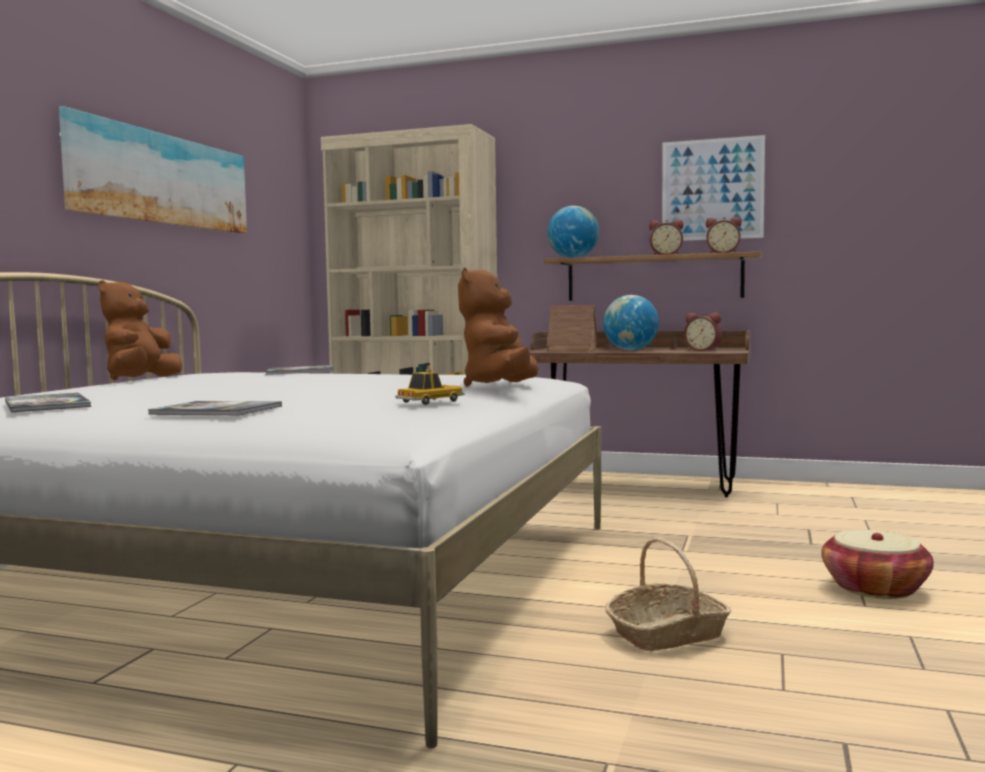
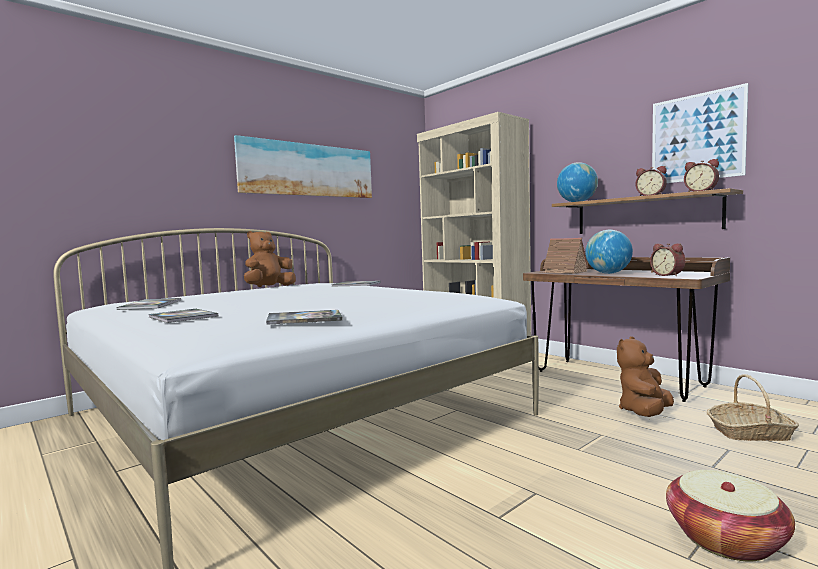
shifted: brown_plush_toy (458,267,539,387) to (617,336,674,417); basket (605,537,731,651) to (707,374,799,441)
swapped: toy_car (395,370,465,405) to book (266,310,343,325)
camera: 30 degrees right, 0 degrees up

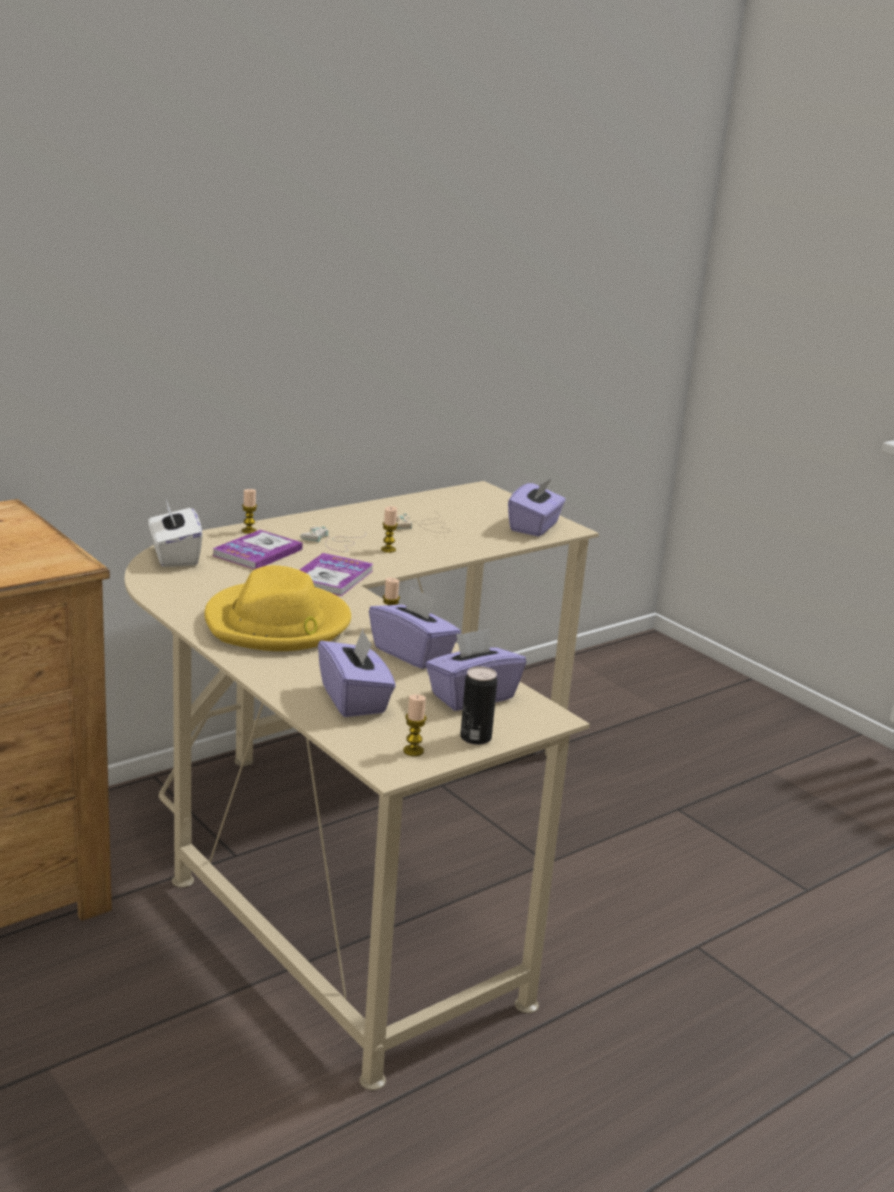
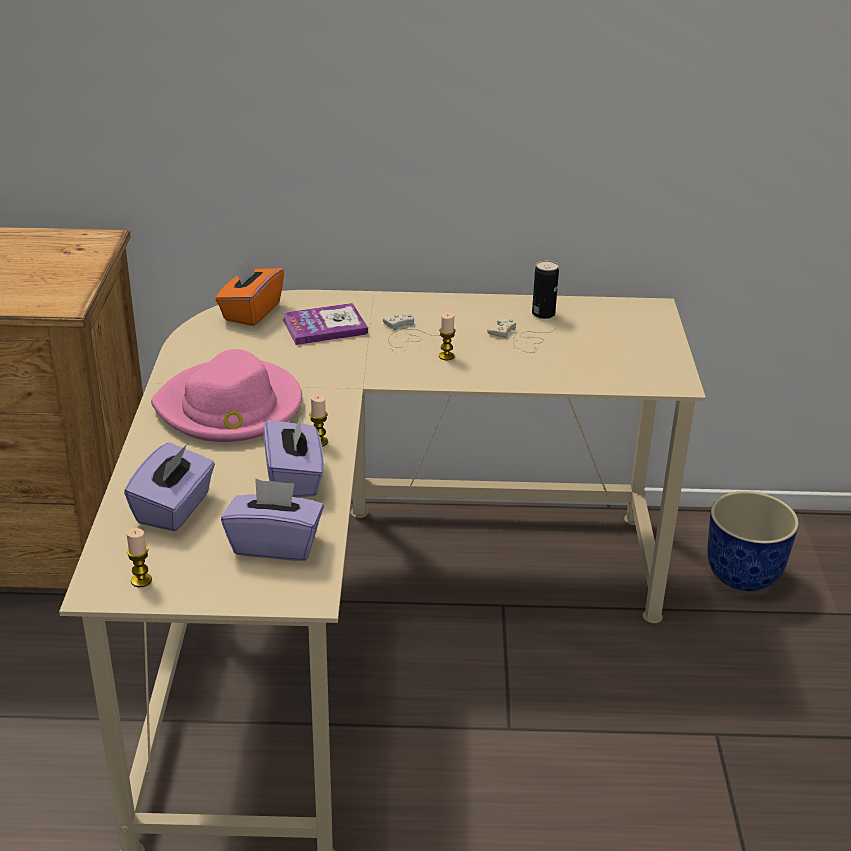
gone: candle (242,489,257,534); book (300,553,373,596); purple_tissue_box (508,478,566,537)
new: planter (707,491,799,591)
shifted: can (460,666,497,745) to (532,261,559,319)
repainted: white_tissue_box (148,499,203,567) to orange_tissue_box (215,256,284,326); yellow_hat (204,565,351,651) to pink_hat (151,349,302,442)
camera: 40 degrees right, 10 degrees up

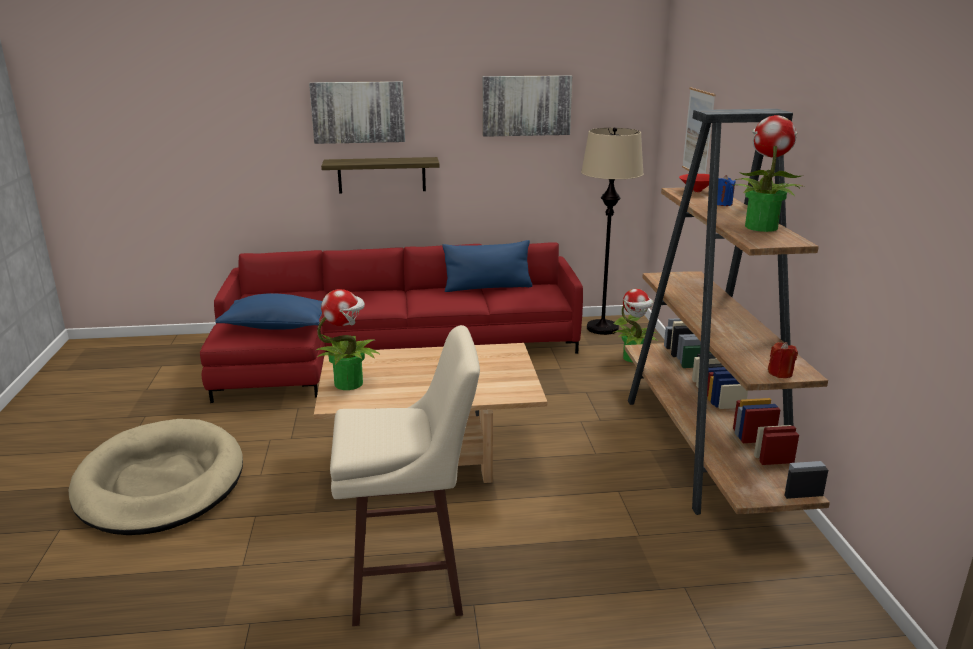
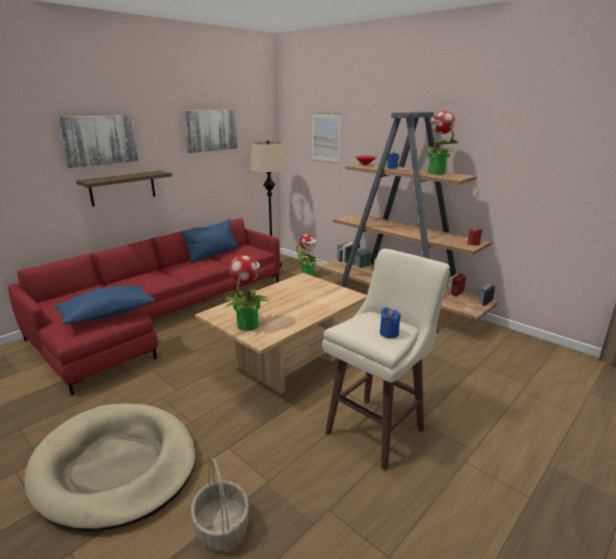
new: basket (191,458,249,551); blue_candle (380,307,401,338)
camera: 40 degrees left, 0 degrees up

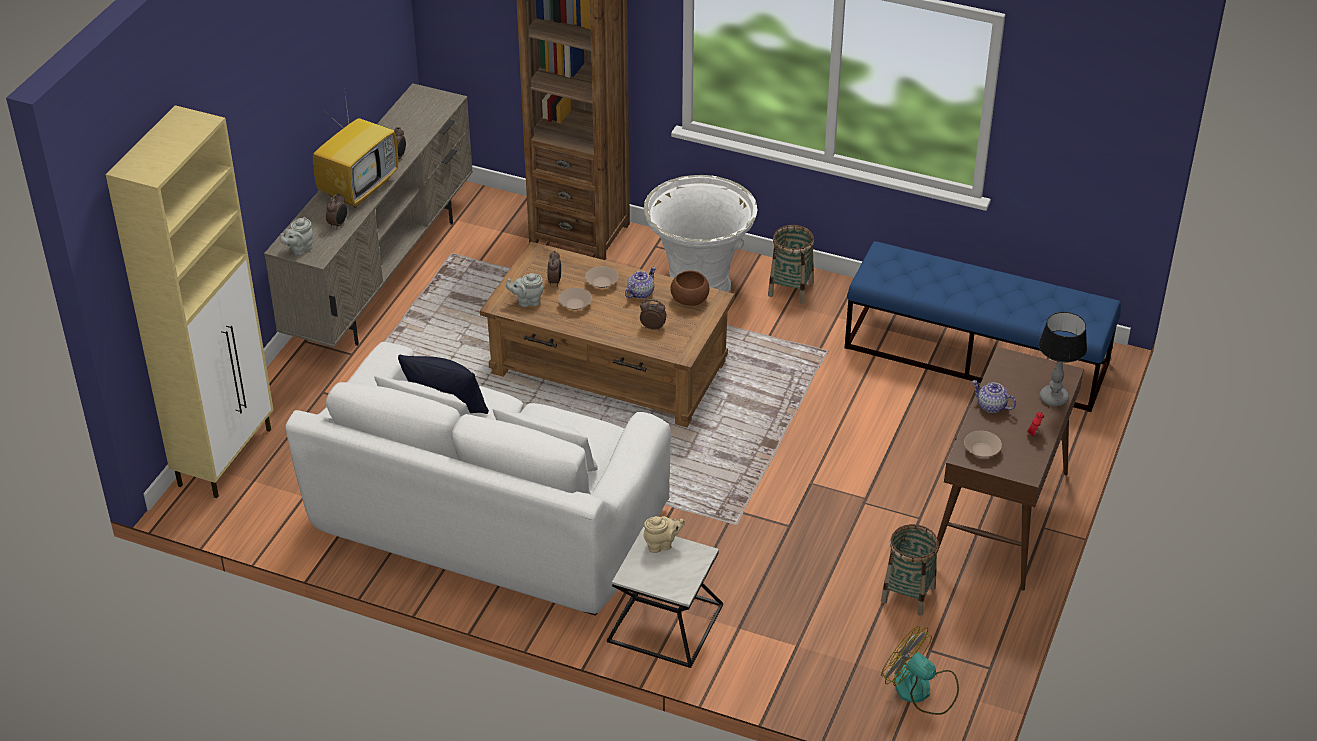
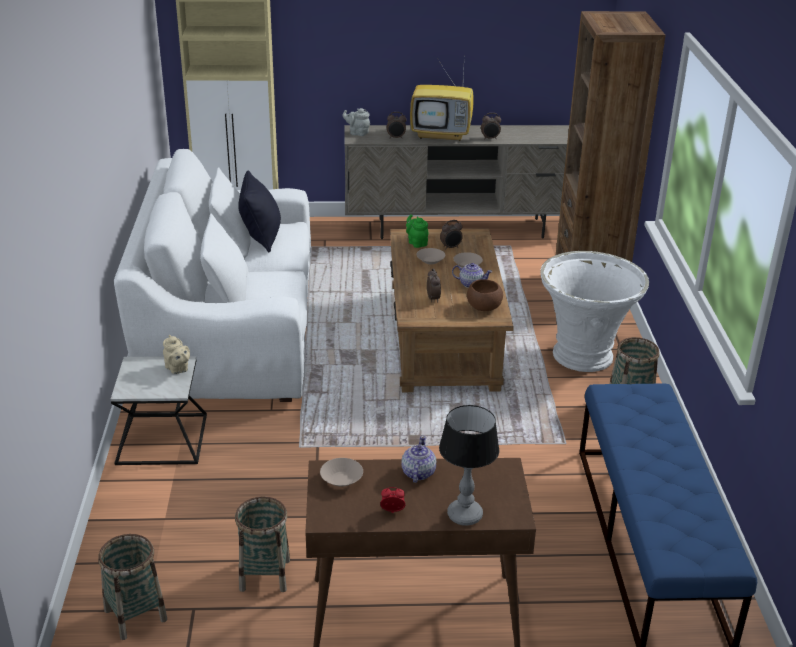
swapped: fan (881,626,959,715) to basket (98,534,167,640)
repainted: grey_teapot (506,273,544,307) to green_teapot (406,214,429,248)
camera: 65 degrees right, 10 degrees down

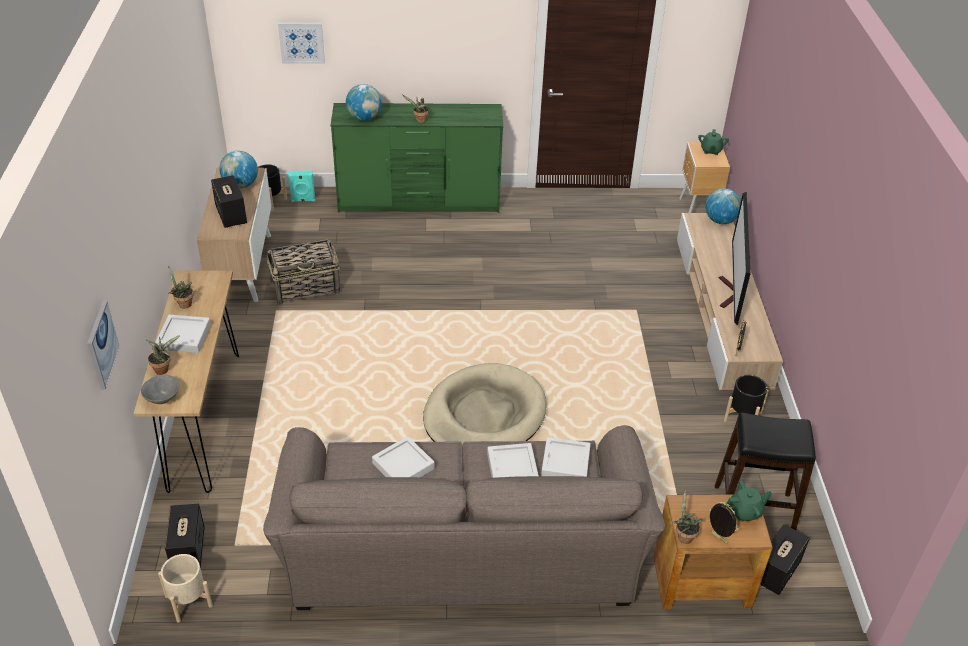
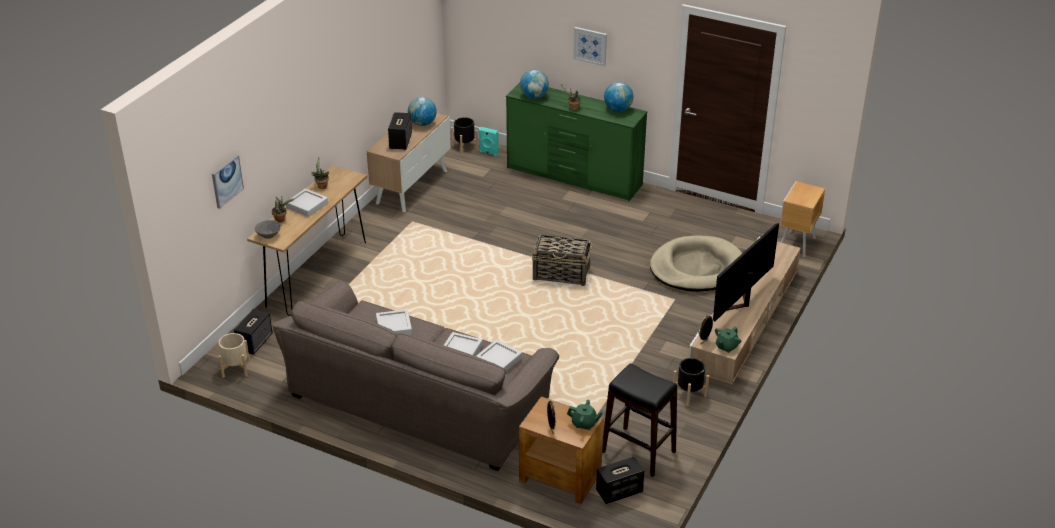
gone: potted_plant (672,489,703,544)
shifted: basket (267,239,341,305) to (532,234,592,286); picture (278,22,325,64) to (573,27,607,66); beige_dog_bed (423,363,546,446) to (650,235,742,292); green_teapot (698,129,729,155) to (715,326,741,353); globe (705,188,741,224) to (604,82,633,112)
camera: 30 degrees right, 5 degrees down

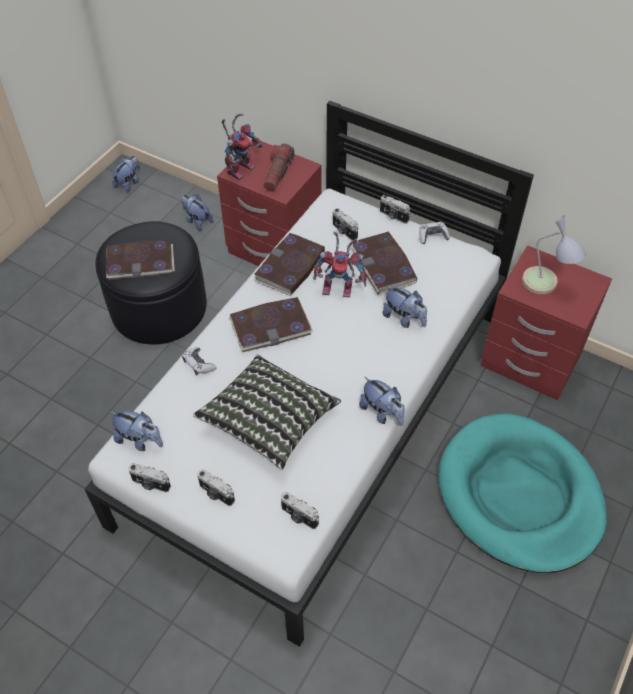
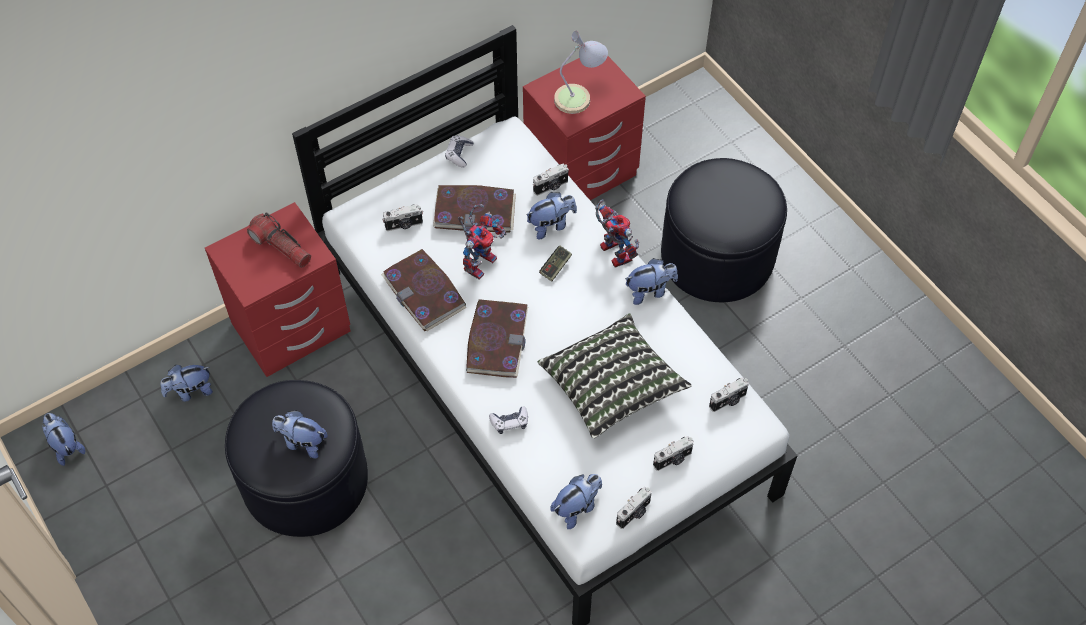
new: game_controller (539,246,572,282)
shifted: toy_robot (222,113,263,180) to (595,199,639,267); photo_camera (380,195,410,224) to (533,163,569,196)
swapped: book (106,240,175,280) to plush_toy (272,410,328,458); turquoise_dog_bed (438,413,607,573) to black_ottoman (661,158,787,302)
camera: 65 degrees left, 5 degrees up

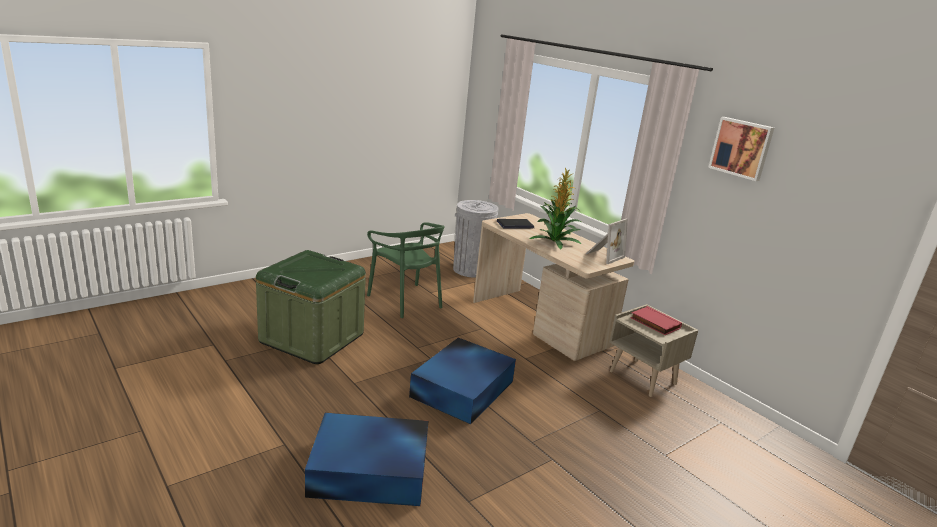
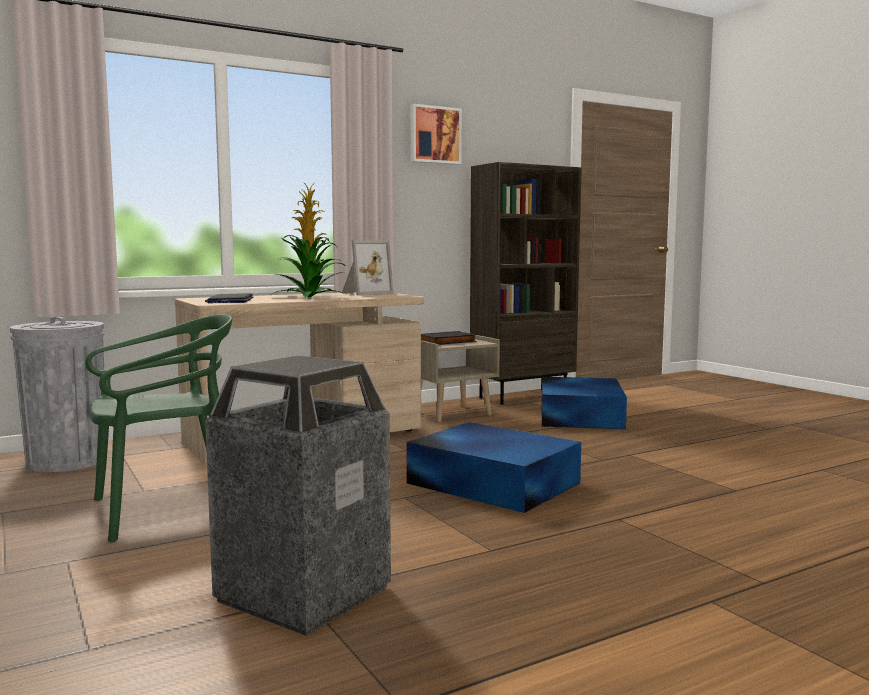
new: brown_bookcase (470,162,582,405)
shifted: blue_storage_box (305,413,428,506) to (542,377,627,429)
swapped: green_storage_box (256,250,366,364) to trash_can (205,355,391,636)
repainted: red_book (631,306,682,335) to black_book (421,331,477,345)
rotated: picture_frame (586,219,628,264) = (342,240,394,295) 90 degrees clockwise
camera: 80 degrees left, 15 degrees down

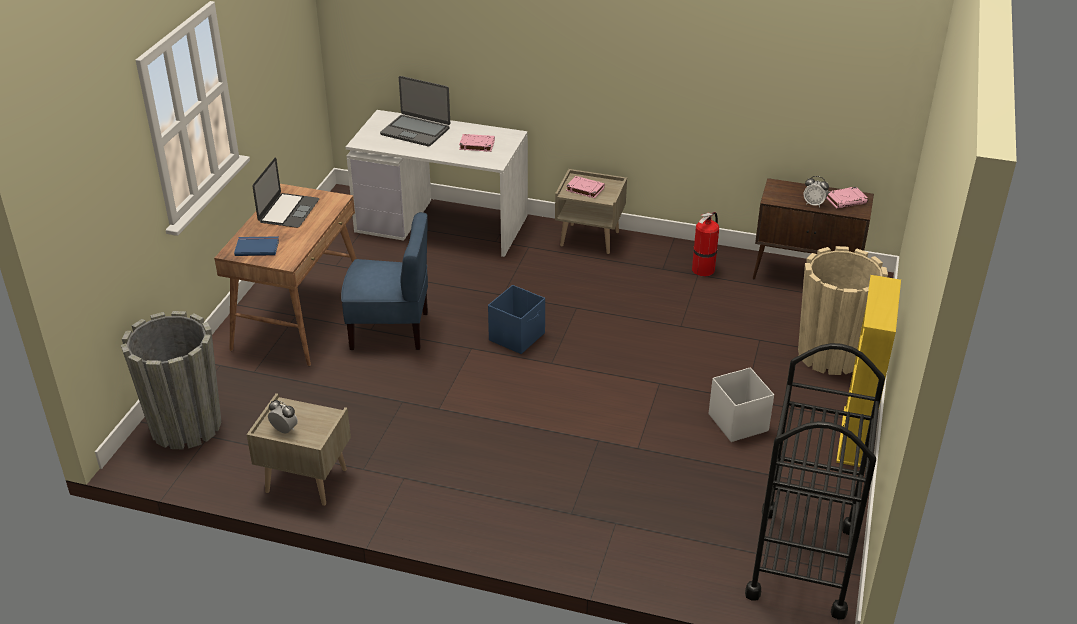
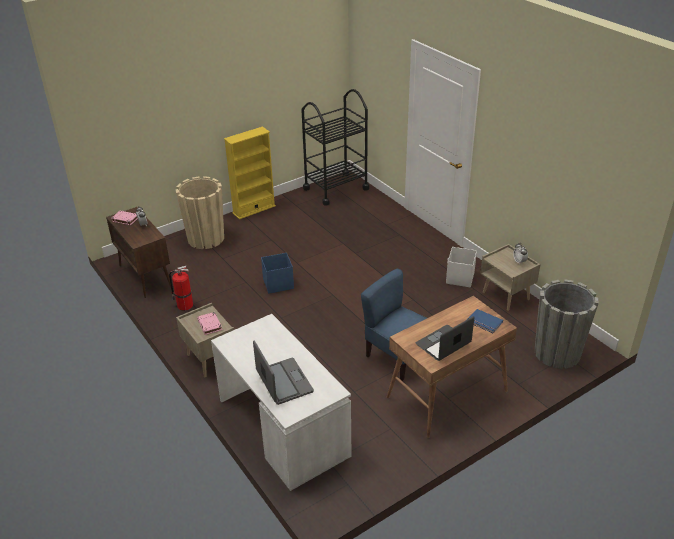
gone: pink_book (459,134,495,152)
shifted: blue_storage_box (488,285,545,354) to (261,253,294,294); white_storage_box (709,368,774,442) to (446,247,477,287)
camera: 140 degrees left, 0 degrees up

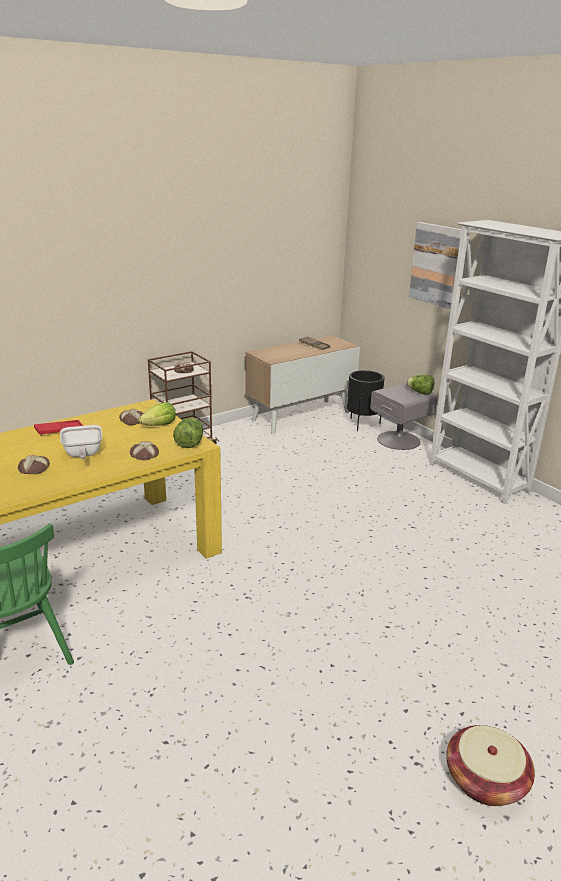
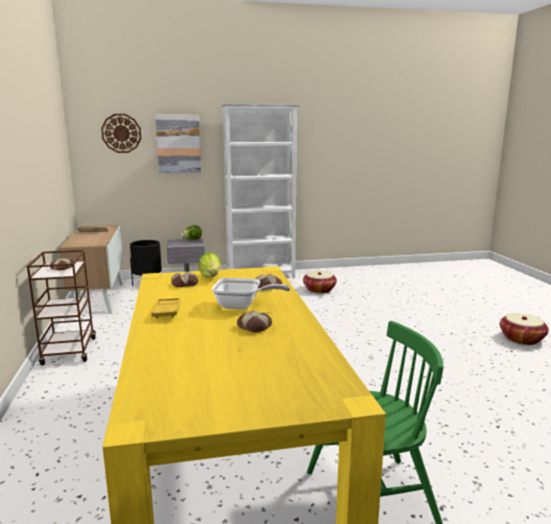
gone: lettuce (173,417,203,448)
new: wall_clock (101,114,141,153); basket (303,271,337,293)
repainted: red_tray (34,420,83,435) to yellow_tray (151,297,181,318)
camera: 65 degrees left, 10 degrees down

